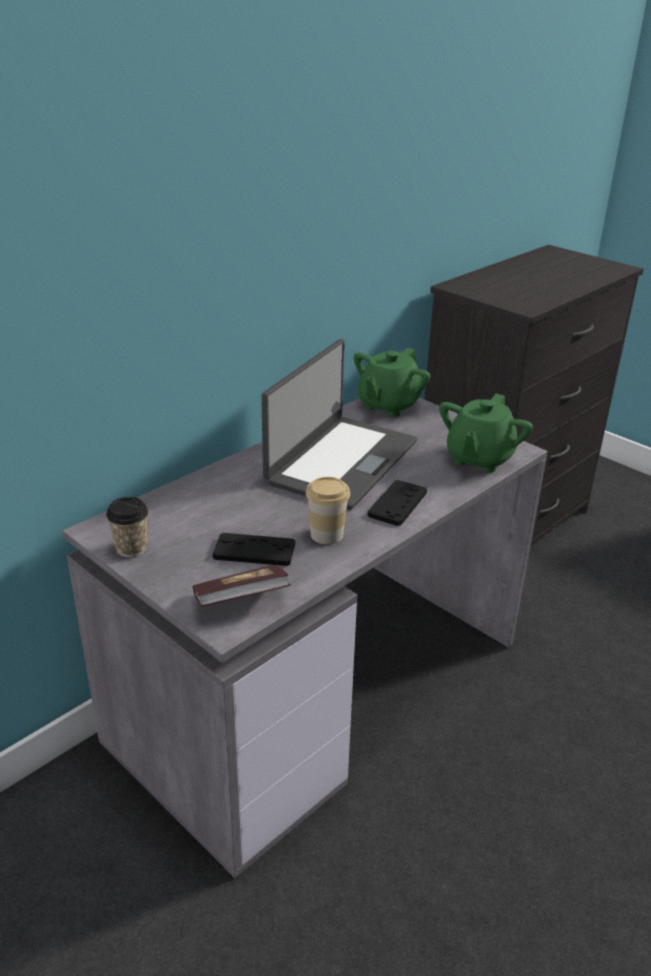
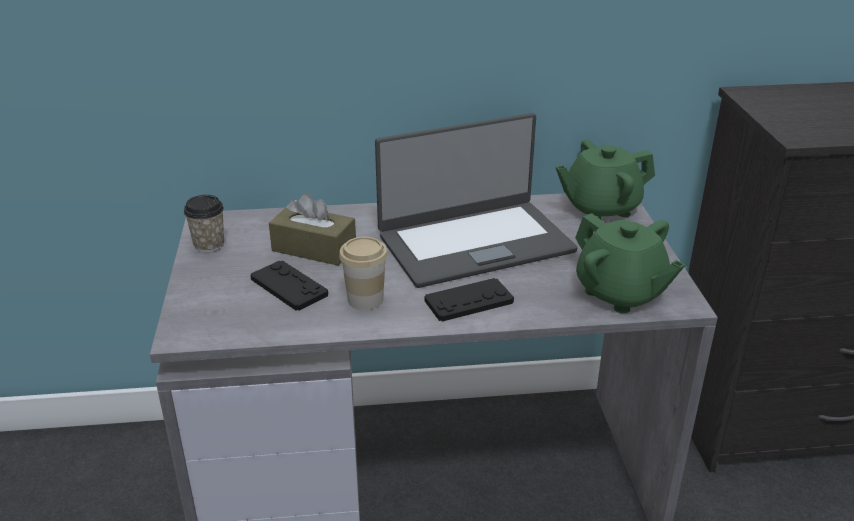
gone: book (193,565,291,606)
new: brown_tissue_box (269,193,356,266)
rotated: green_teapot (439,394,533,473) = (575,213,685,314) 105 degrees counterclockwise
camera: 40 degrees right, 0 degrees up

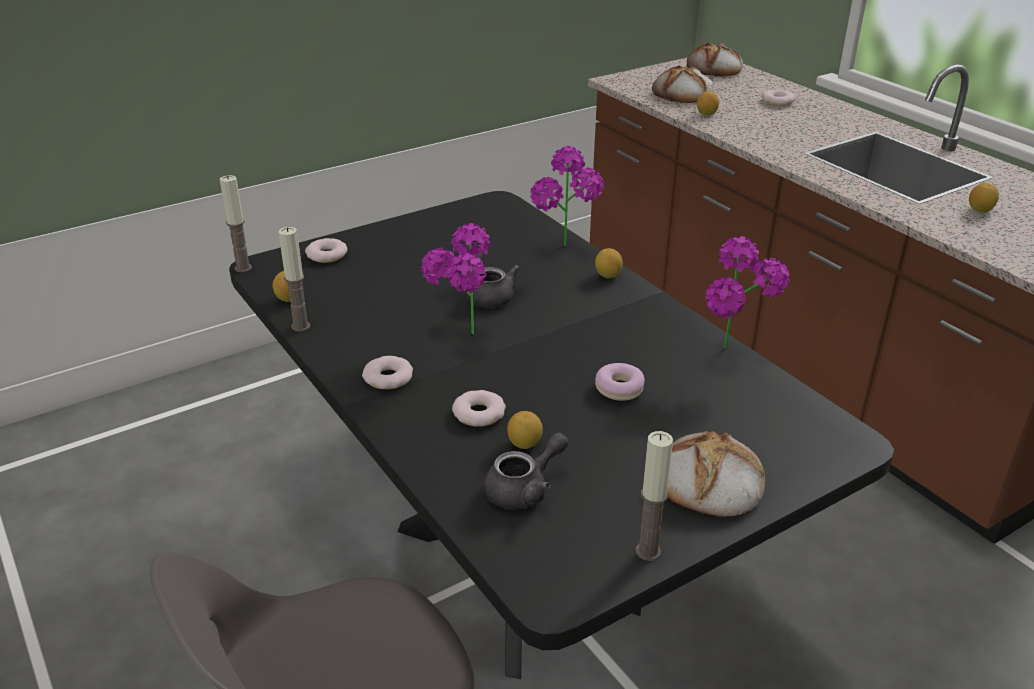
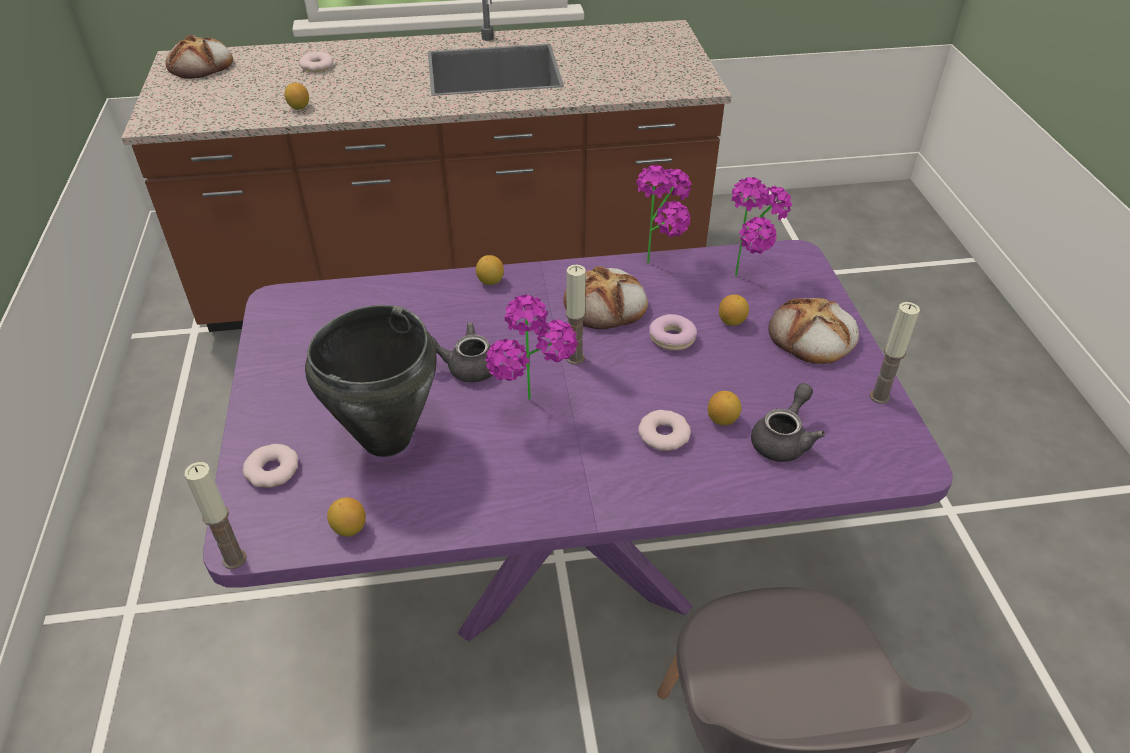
gone: donut (362,356,413,389)
new: black_cooking_pot (305,305,437,457)
shifted: candle (278,227,310,332) to (566,265,586,365); potted_plant (530,146,604,246) to (731,177,792,277); bread (652,65,714,103) to (563,266,648,330); lemon (969,183,999,212) to (719,294,749,326)
repainted: black_dining_table (229,191,894,679) to purple_dining_table (204,240,953,641)
rotated: grey_teapot (484,433,568,510) = (751,383,825,462) 45 degrees clockwise
camera: 65 degrees left, 10 degrees up

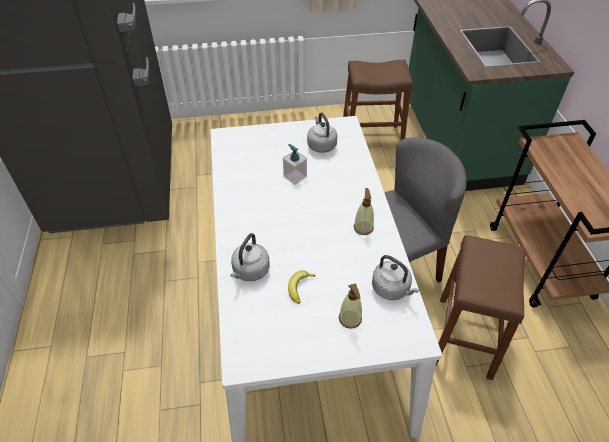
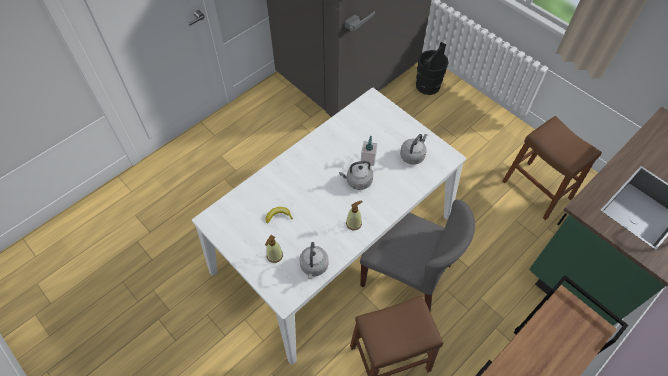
new: black_bucket (416,42,448,95)
shifted: grey_kettle (230,233,270,281) to (339,161,373,190)
camera: 55 degrees right, 10 degrees up

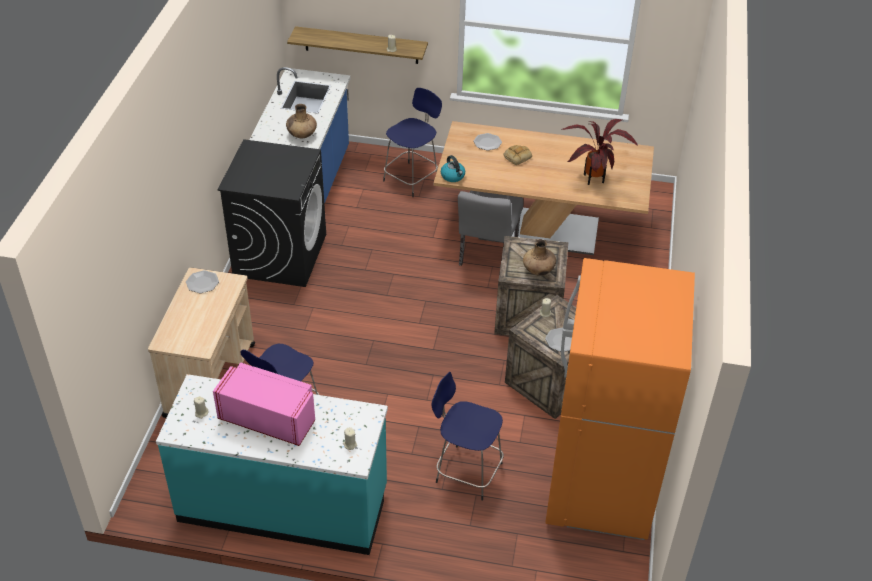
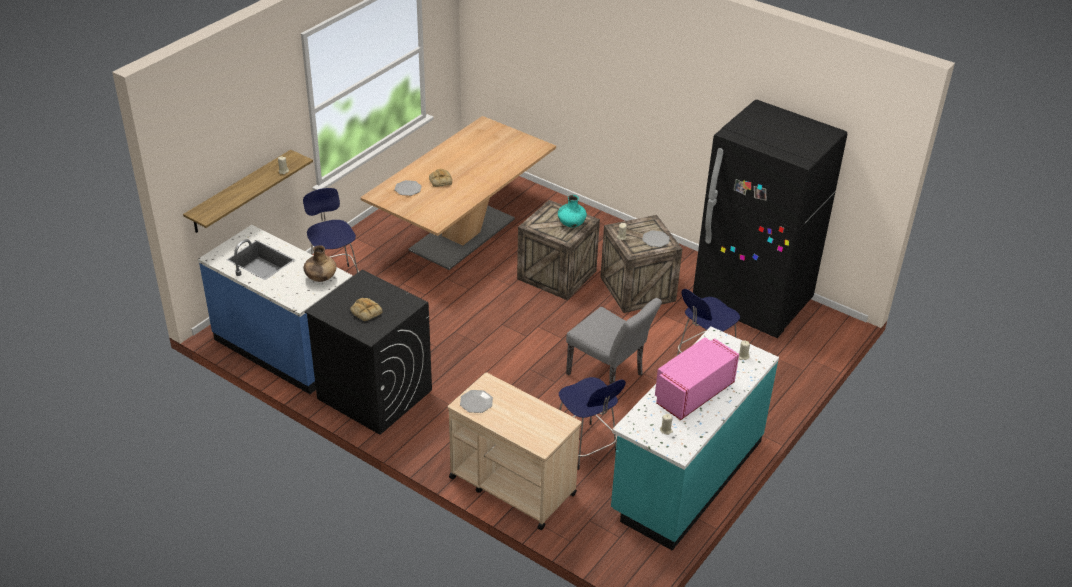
gone: kettle (441,155,465,182); potted_plant (562,119,638,185)
new: bread (350,298,383,321)
shifted: grey_chair (458,191,523,266) to (566,298,662,384)
repainted: brown_vase (523,239,556,276) to turquoise_vase (558,195,587,227); orange_fridge (545,258,695,540) to black_fridge (693,100,848,338)
camera: 65 degrees left, 5 degrees down

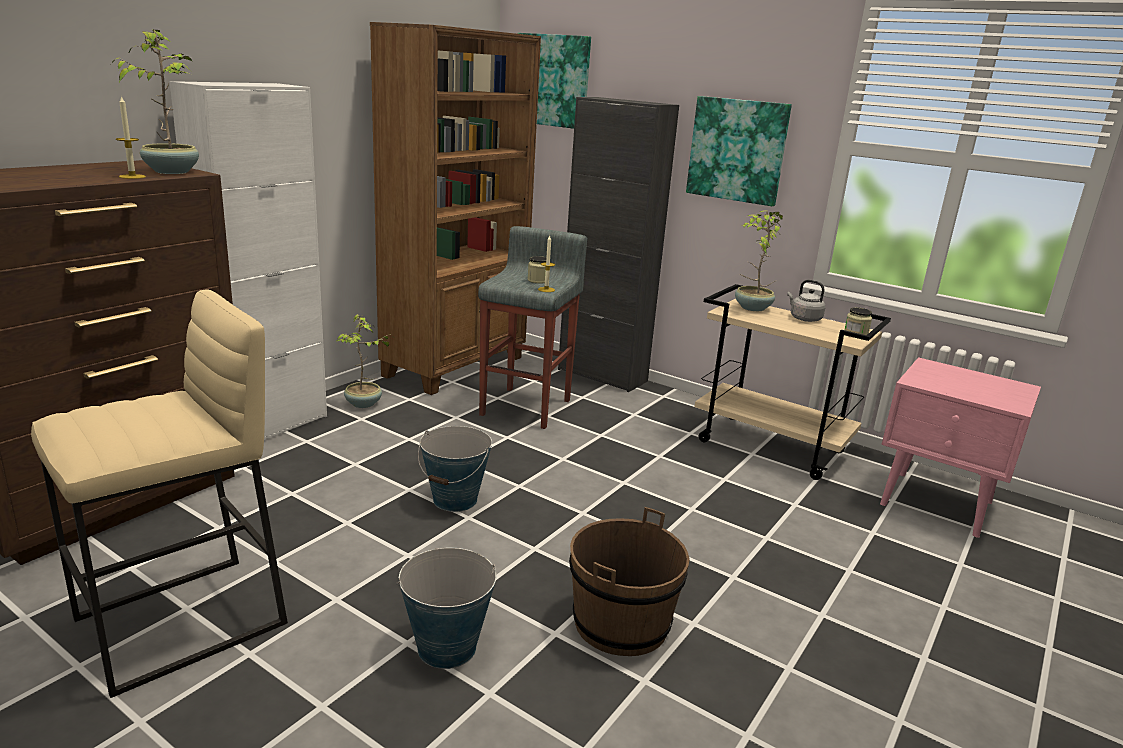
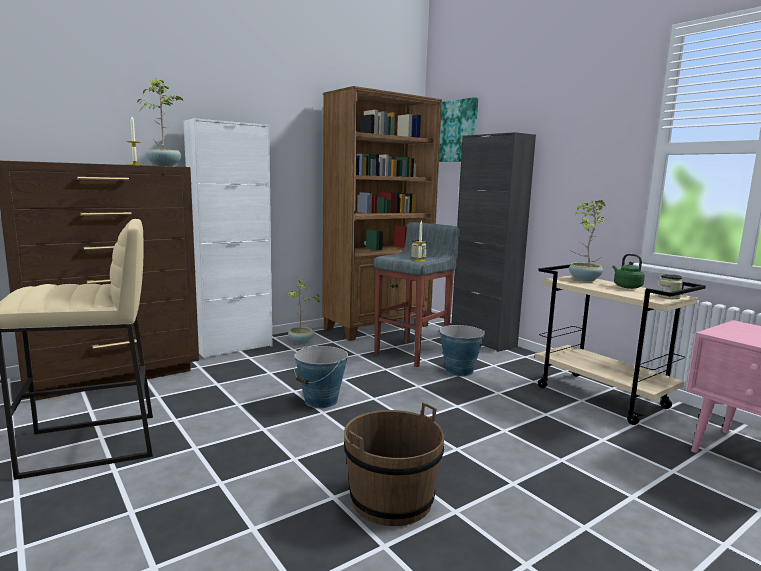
gone: picture (686,96,792,206)
shifted: bucket (396,548,496,669) to (438,325,485,376)
repainted: grey_kettle (787,279,825,322) to green_kettle (613,254,645,289)
camera: 20 degrees right, 10 degrees down

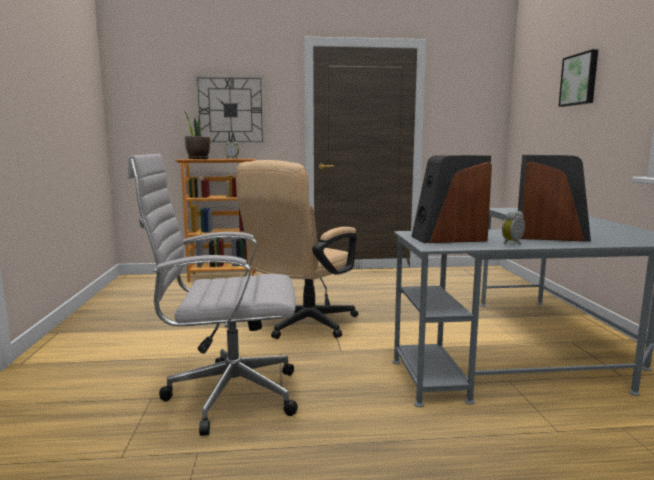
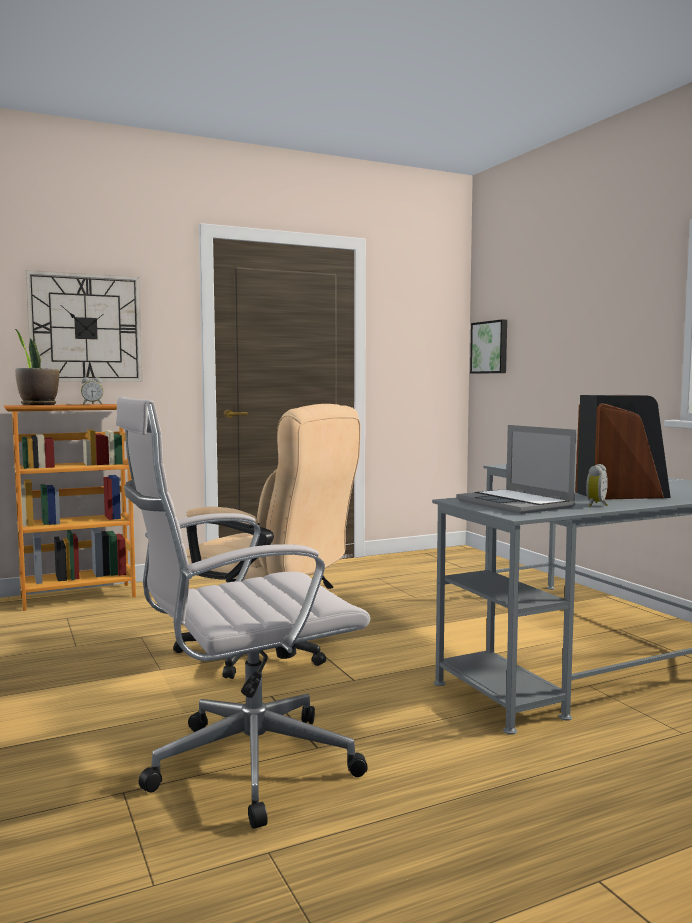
shifted: picture (558,49,598,107) to (470,319,507,374)
swapped: speaker (411,155,492,243) to laptop (456,425,577,514)
rotated: beige_office_chair (236,160,358,339) = (173,404,360,679) 75 degrees counterclockwise
camera: 20 degrees left, 5 degrees down

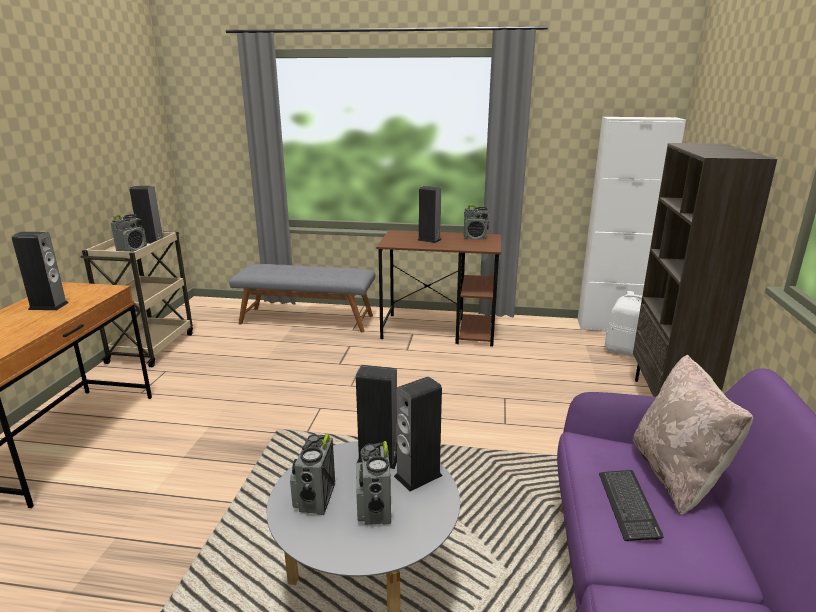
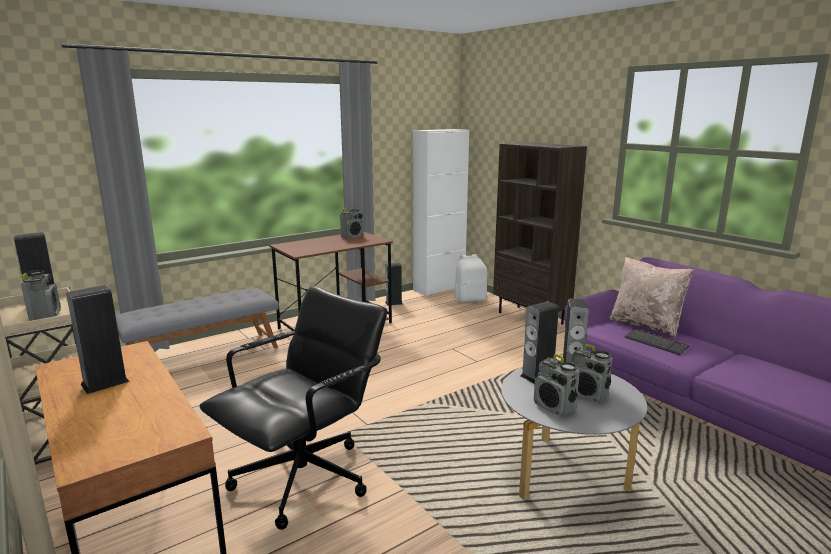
new: black_office_chair (199,286,387,530)
shifted: speaker (417,186,442,243) to (385,263,403,306)
camera: 45 degrees left, 5 degrees down

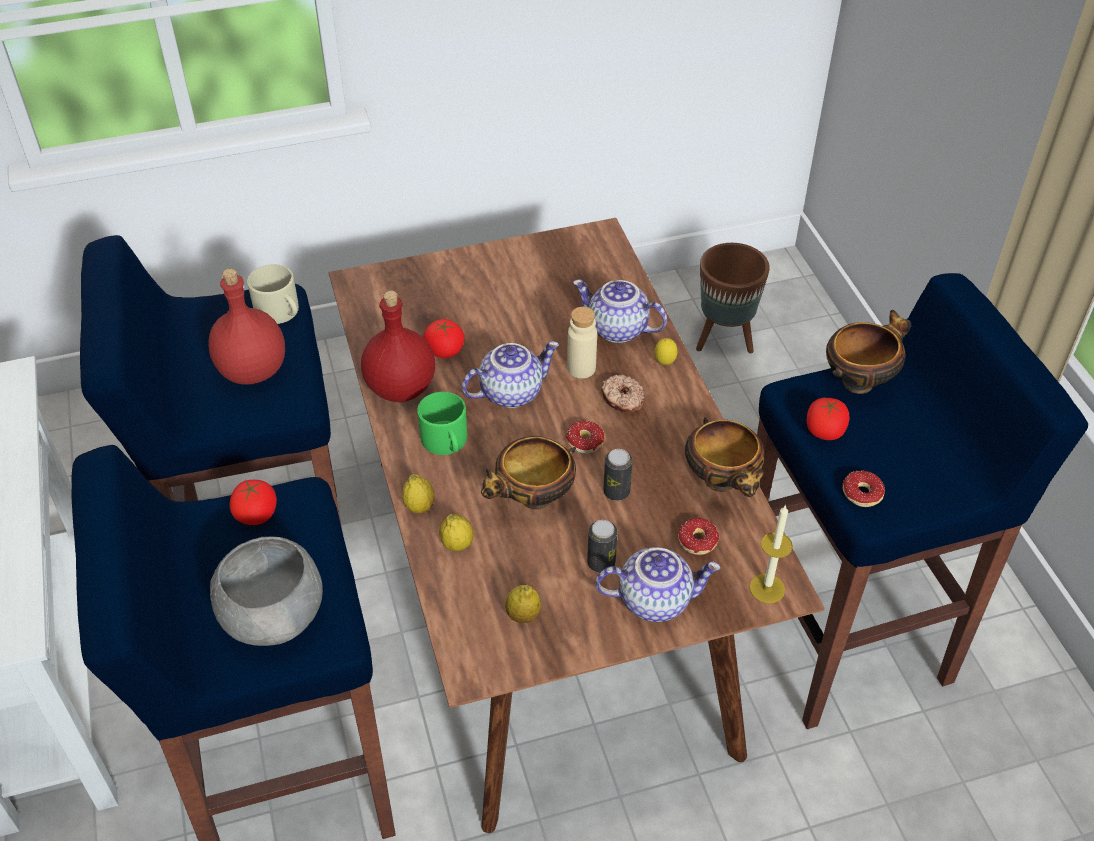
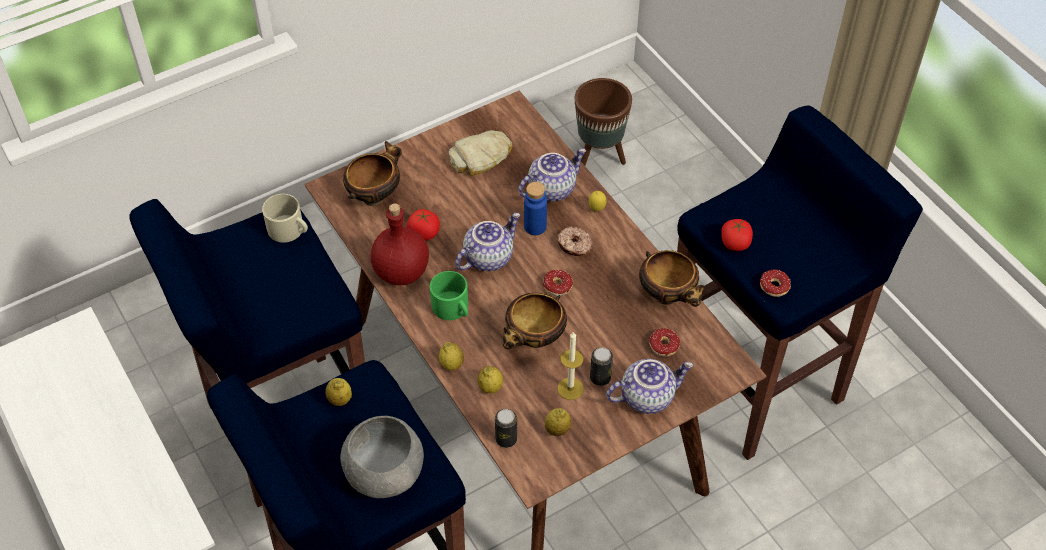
gone: red_bottle (208,269,285,385)
new: bread (449,130,512,176)
shifted: can (603,449,633,501) to (495,409,517,448); candle (749,505,793,603) to (558,331,584,400); bowl (826,310,911,394) to (343,141,402,206)
swapped: tomato (230,480,277,525) to lemon (325,378,352,406)
repainted: beige_bottle (567,307,597,379) to blue_bottle (524,182,547,235)
rotated: teapot (573,280,667,343) = (518,148,586,202) 135 degrees clockwise
camera: 15 degrees left, 5 degrees up

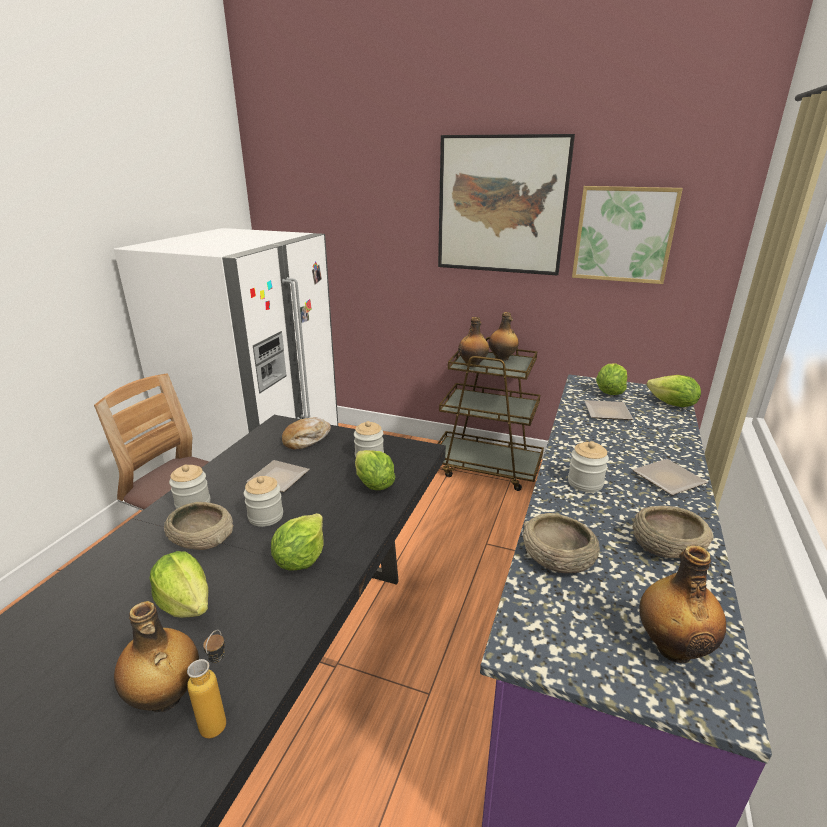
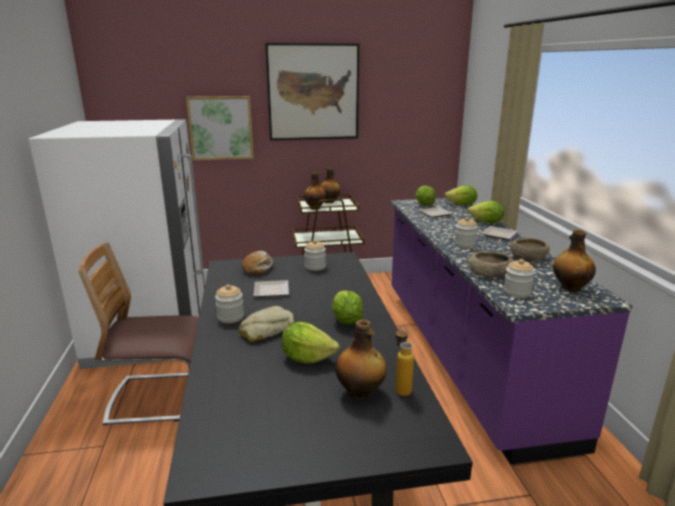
shifted: jar (244,476,283,527) to (503,259,535,298); lettuce (355,450,395,490) to (468,201,504,223); picture (572,186,683,284) to (186,96,254,160)
swapped: beige_bowl (164,502,234,550) to bread (239,306,294,342)
camera: 30 degrees left, 5 degrees down

